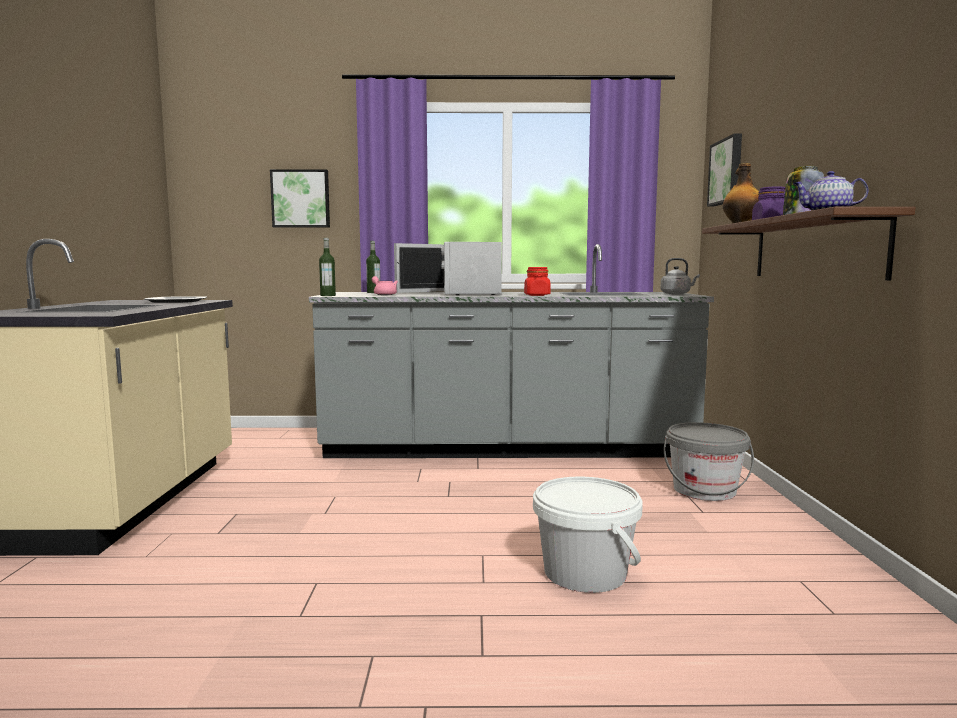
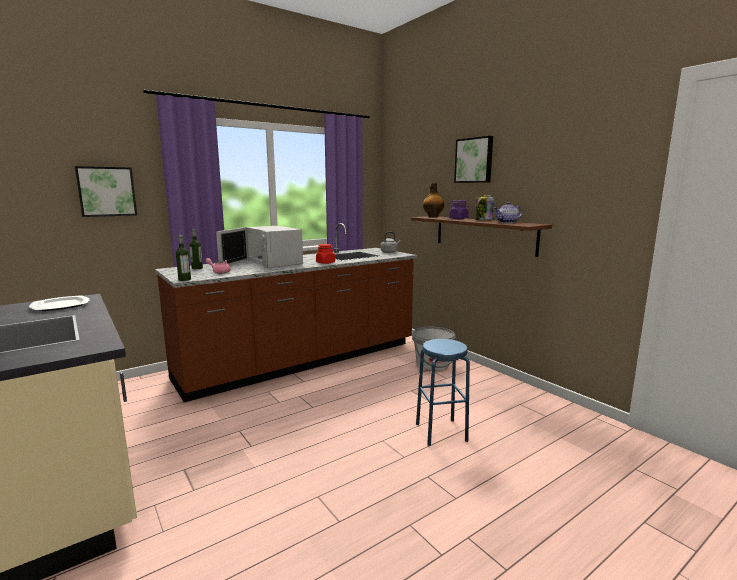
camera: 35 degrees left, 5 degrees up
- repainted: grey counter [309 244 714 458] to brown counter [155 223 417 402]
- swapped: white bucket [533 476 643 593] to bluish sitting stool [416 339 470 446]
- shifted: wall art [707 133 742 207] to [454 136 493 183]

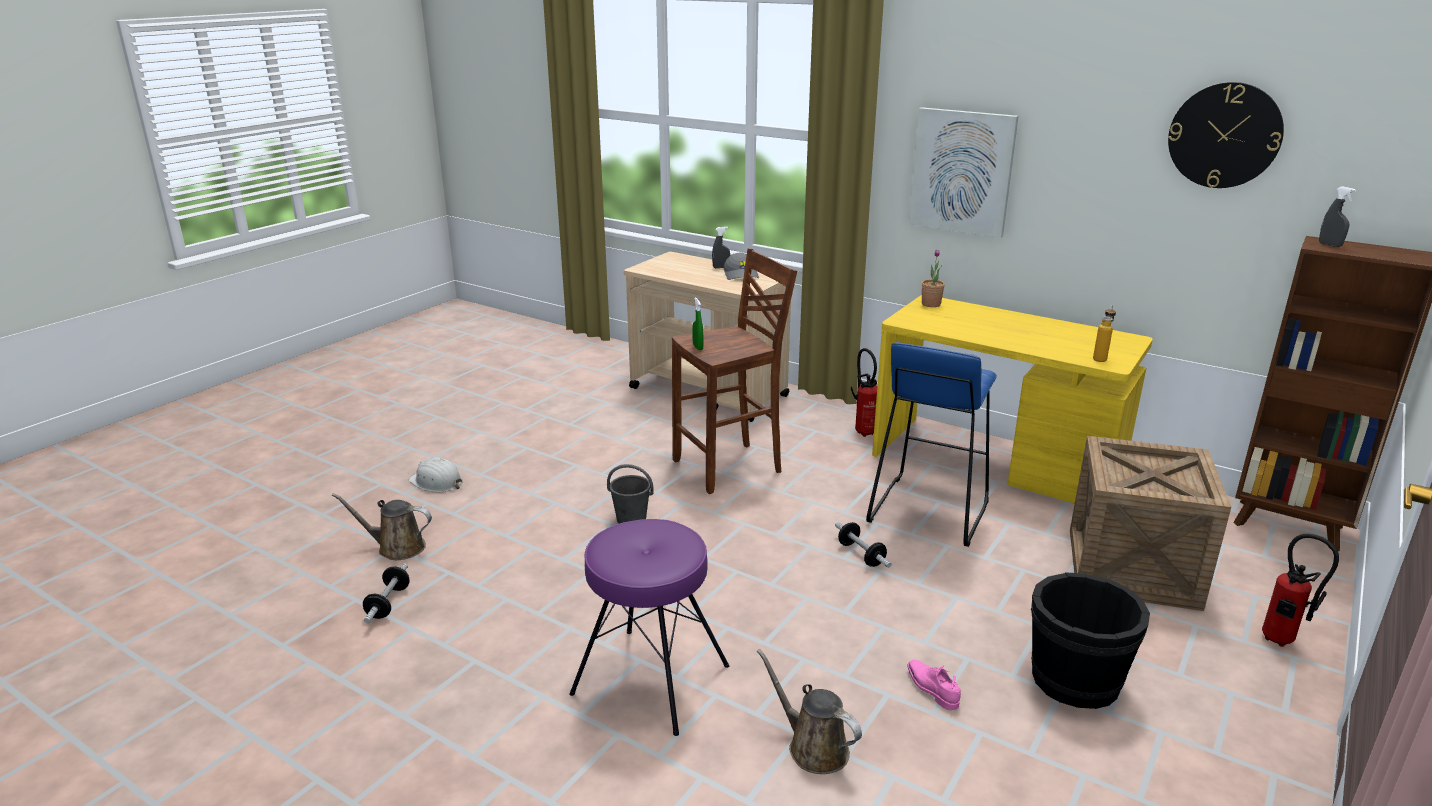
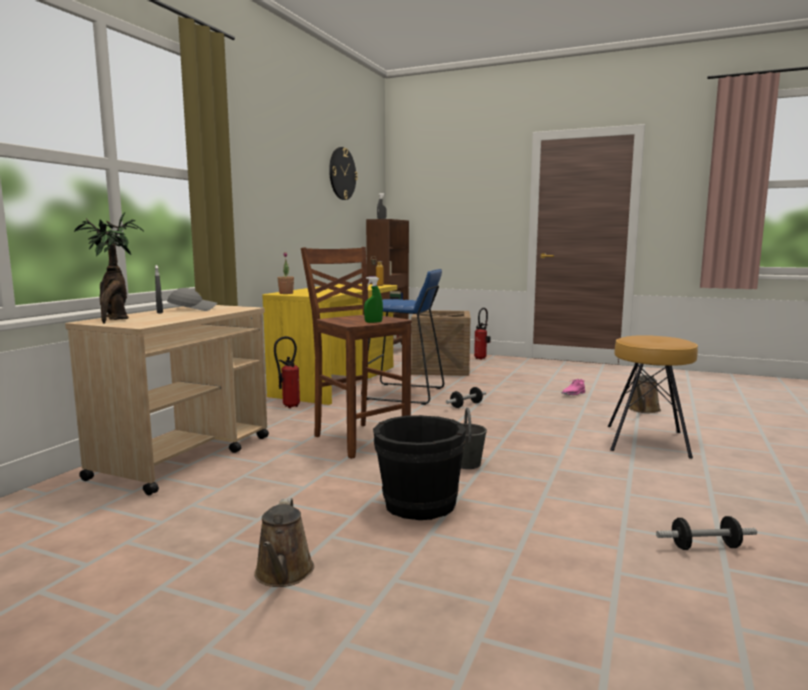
camera: 100 degrees left, 15 degrees down
- new: houseplant [74 212 144 324]
- shifted: brown sprinkling can [332 493 432 560] to [254 498 314 587]
- shifted: black bucket [1031 572 1150 709] to [373 415 466 520]
- repainted: purple sitting stool [569 519 729 736] to brown sitting stool [608 335 698 459]
- gone: white hard hat [408 457 463 493]
- gone: wall art [909 107 1019 238]

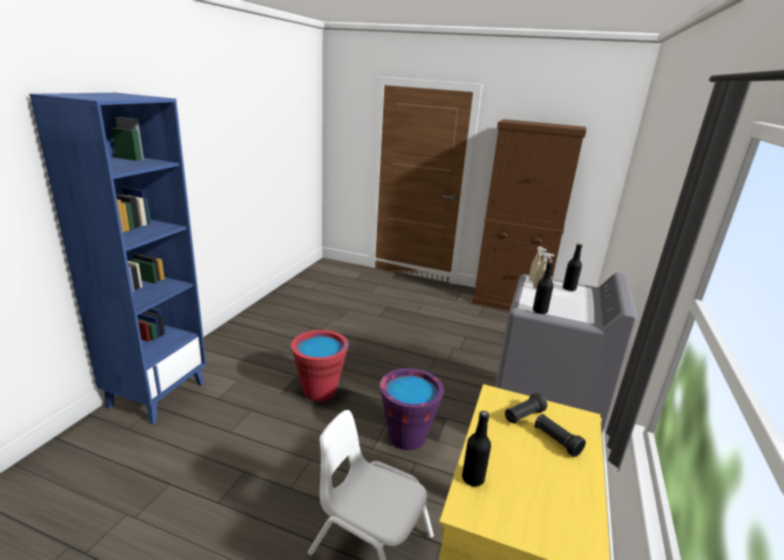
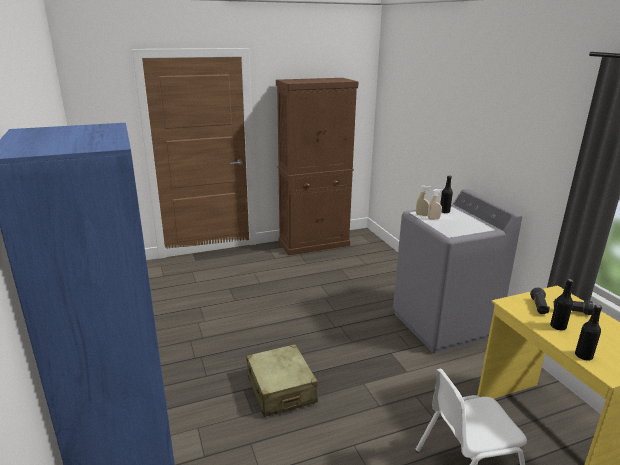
camera: 40 degrees left, 0 degrees up
- swapped: reddish bucket [291 330 349 401] to beige travel case [246 344 318 417]
- shifted: black beverage bottle [533 261 553 314] to [550 279 574 331]
- gone: purple bucket [380 368 444 450]

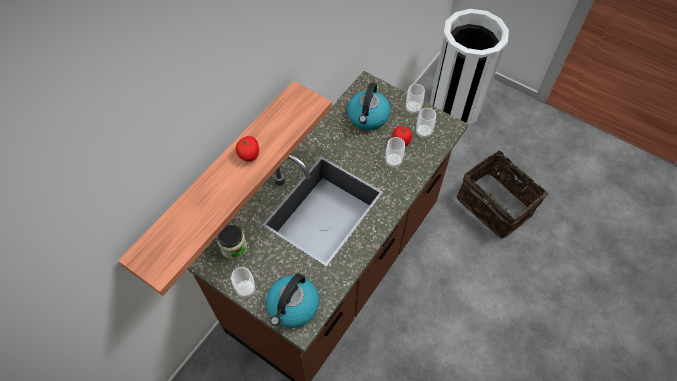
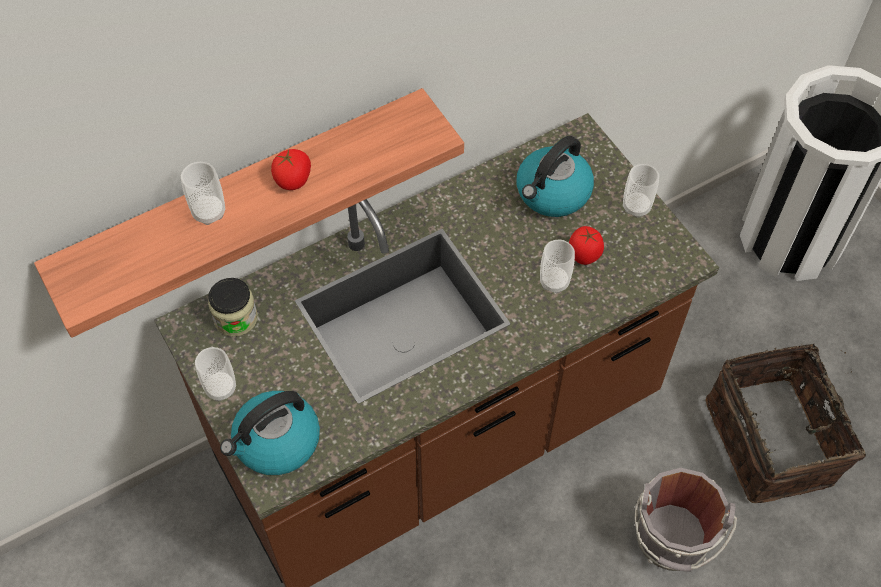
camera: 25 degrees right, 0 degrees up
- shifted: cup [416 108 436 138] to [181 162 225 225]
- new: grey bucket [634 468 737 571]

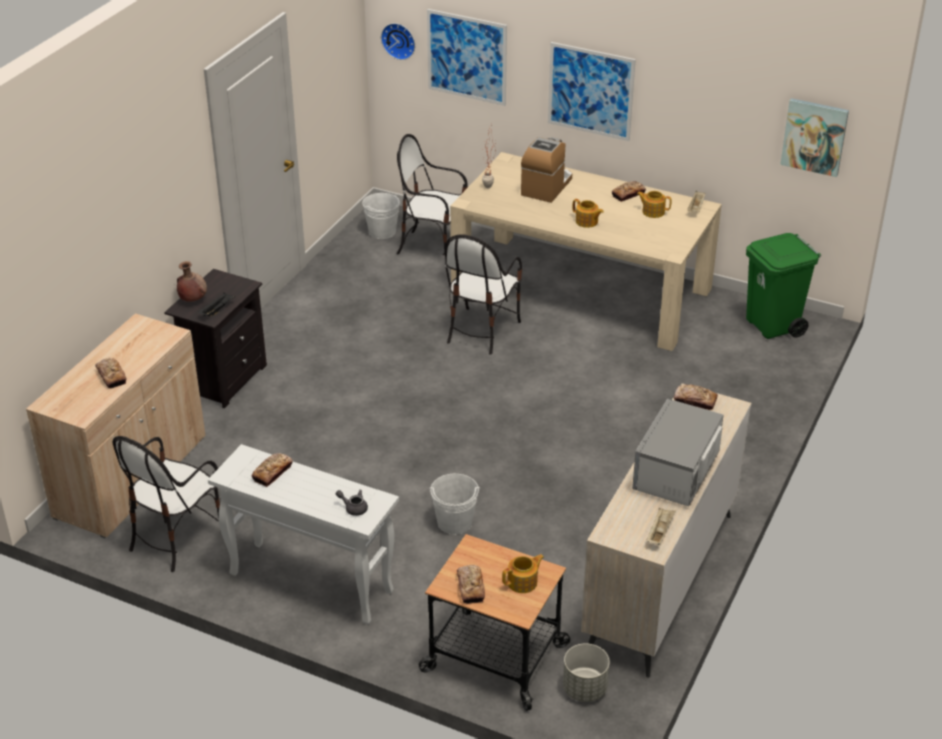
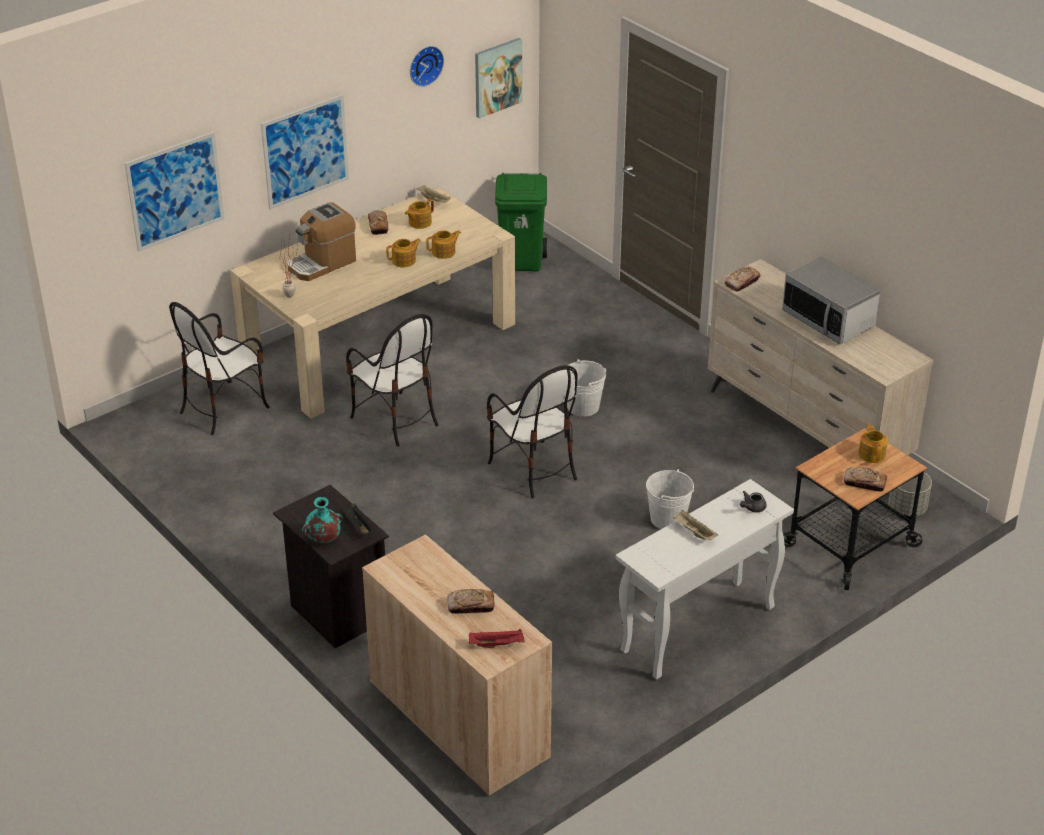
camera: 65 degrees left, 0 degrees up
- rotated: coffee maker [521 137 572 203] = [288 202 356 281] 90 degrees counterclockwise
- repainted: brown vase [177 261 207 302] to turquoise vase [302 497 343 543]
- shifted: hanging clock [381 23 415 60] to [410 46 444 87]
- new: pot for tea [426 230 461 259]
- new: reddish carrying tray [469 629 525 648]
- shifted: chair [113 436 220 572] to [487 365 578 499]
- shifted: white bucket [362 193 400 239] to [567 359 606 417]
- shifted: beige carrying tray [646 508 676 545] to [673 510 718 540]
- gone: baked bread [252 453 293 487]

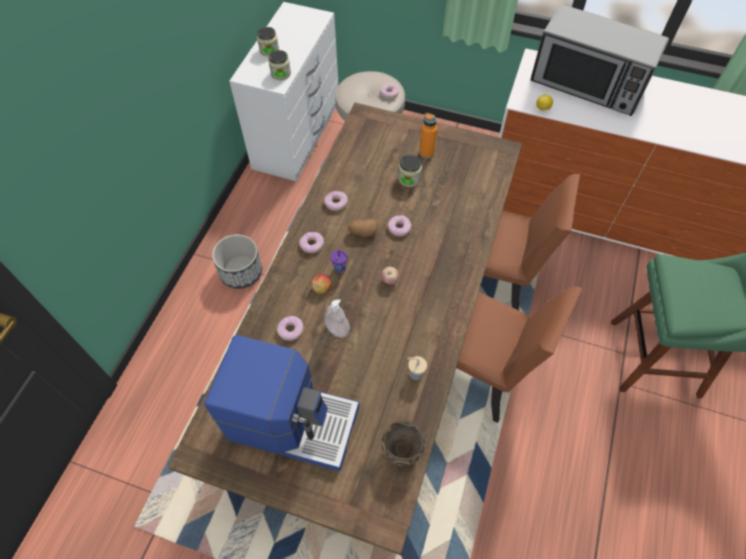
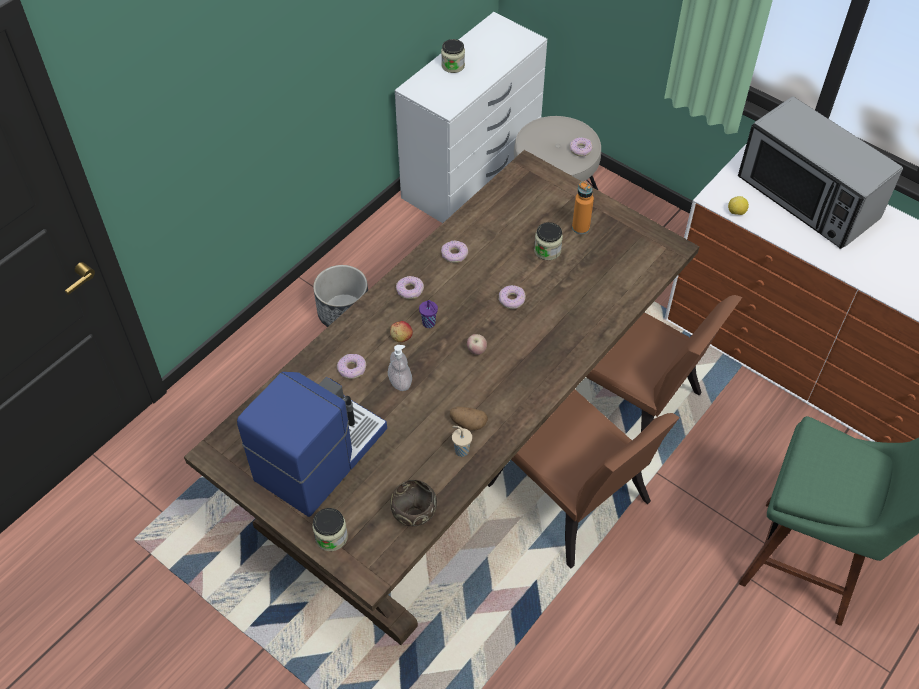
camera: 20 degrees right, 5 degrees down
- rotated: coffee maker [205 335 359 471] = [237 372 387 517] 90 degrees counterclockwise
- shifted: storage jar [268 50 291 80] to [312 508 348 551]
- shifted: potato [348 219 379 237] to [450 406 488 431]

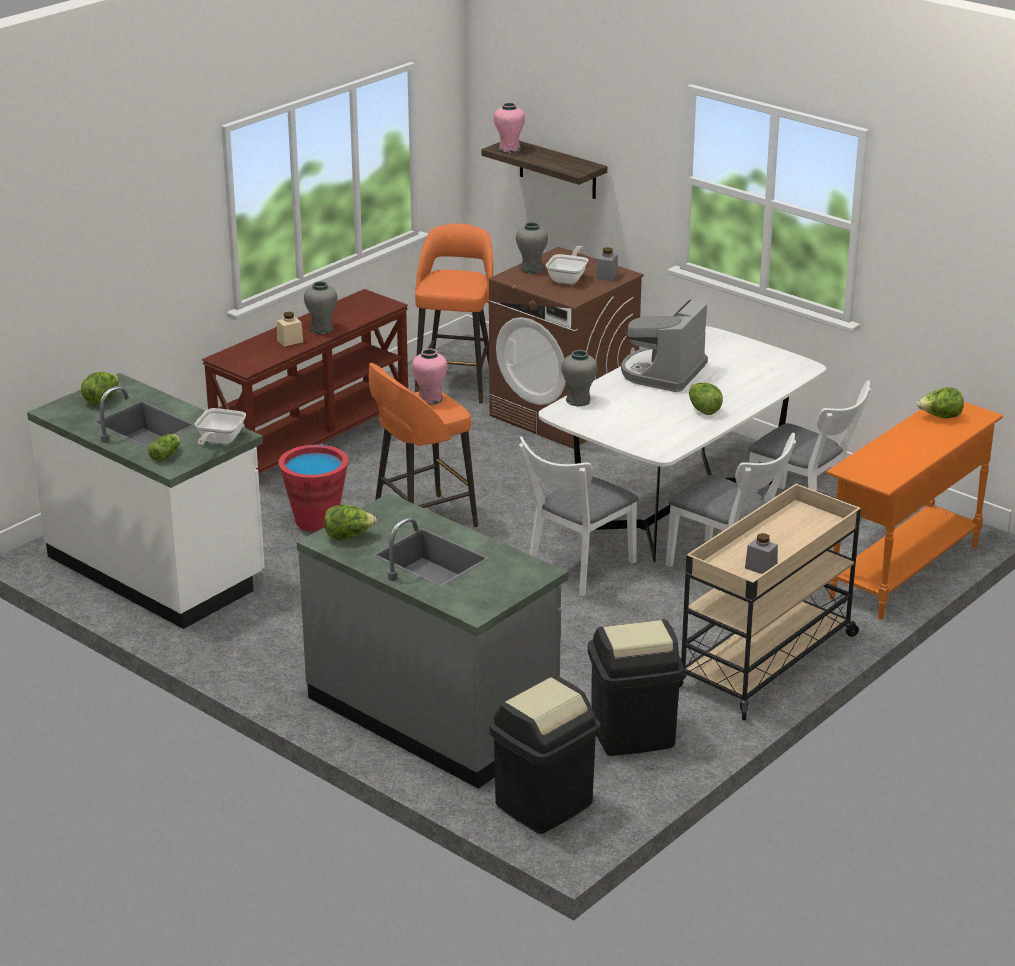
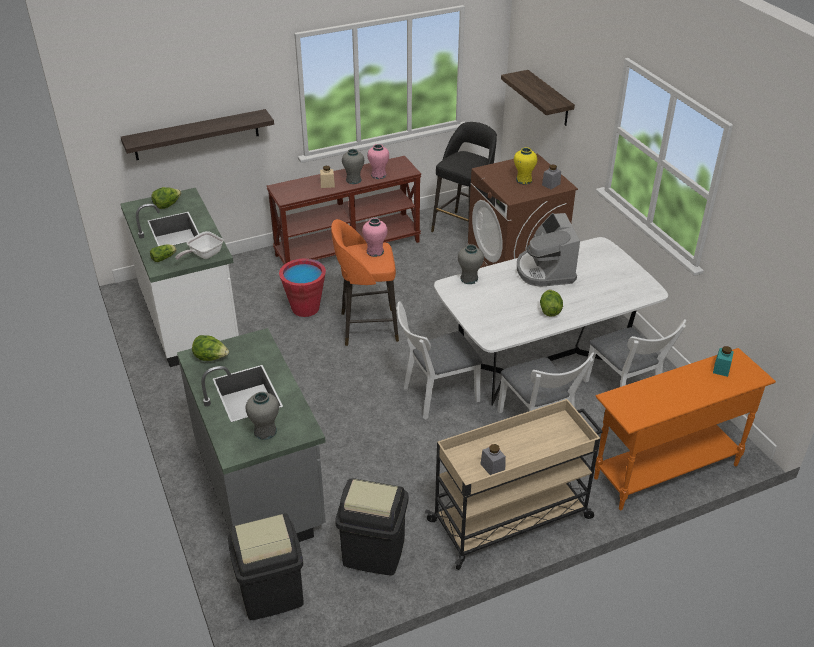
camera: 25 degrees right, 10 degrees up
- new: shelf [121 109 274 160]
- shifted: grey vase [516 222 548 274] to [246 392 279 440]
- shifted: pink-coloured vase [494 102 525 153] to [367 144 389 179]
- repainted: orangey sitting stool [415 224 493 404] to black sitting stool [431 122 497 232]
- swapped: frying pan [545 246 588 284] to yellowish vase [514 147 537 185]
- rotated: coffee maker [621 299 708 392] = [517 213 580 287] 60 degrees counterclockwise
- swapped: lettuce head [917 387 964 418] to turquoise storage jar [713 346 734 377]

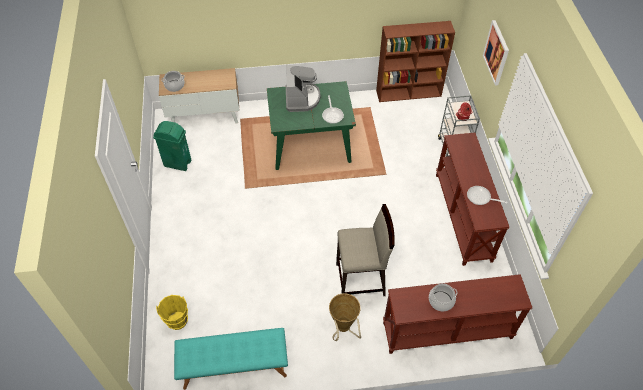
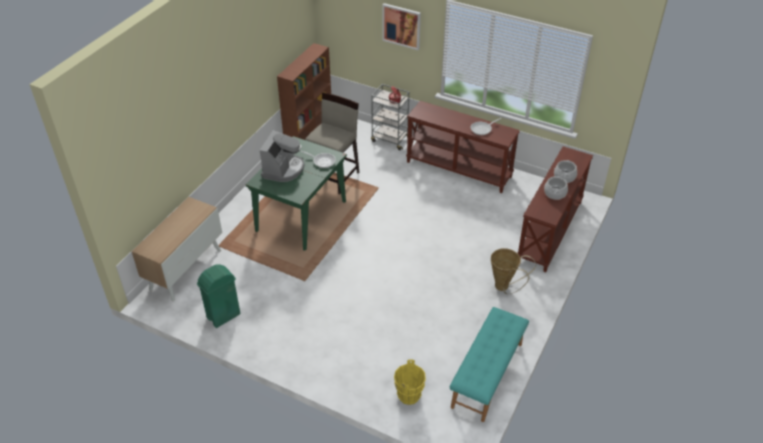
camera: 55 degrees left, 10 degrees down
- rotated: coffee maker [286 64 321 112] = [260 130 304 182] 75 degrees clockwise
- shifted: beige sitting stool [336 204 395 296] to [305 92 359 194]
- shifted: saucepot [161 71 185 92] to [554 160 577 183]

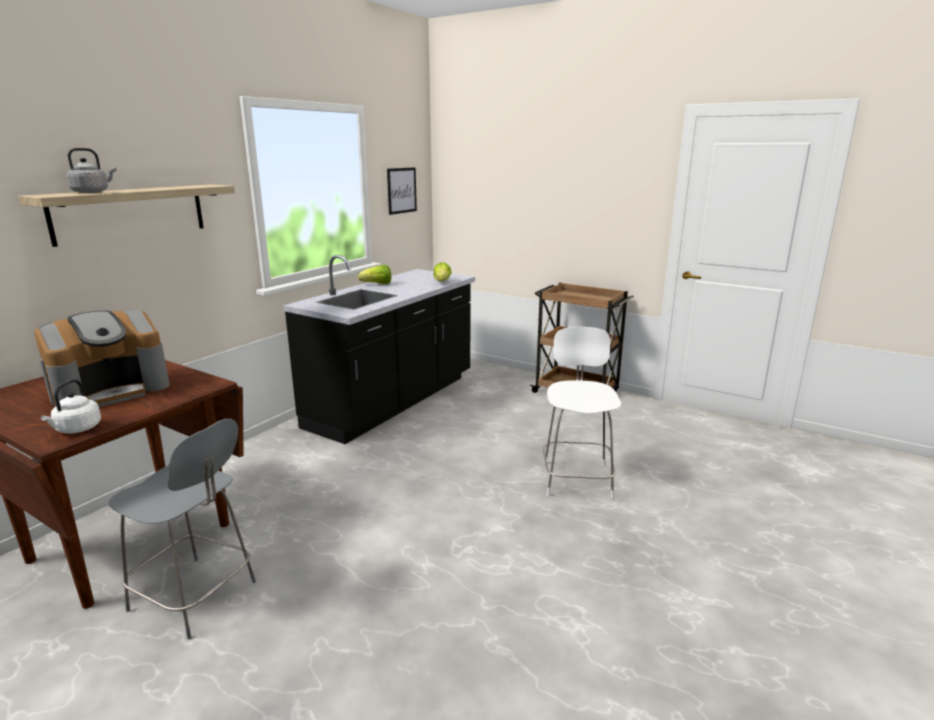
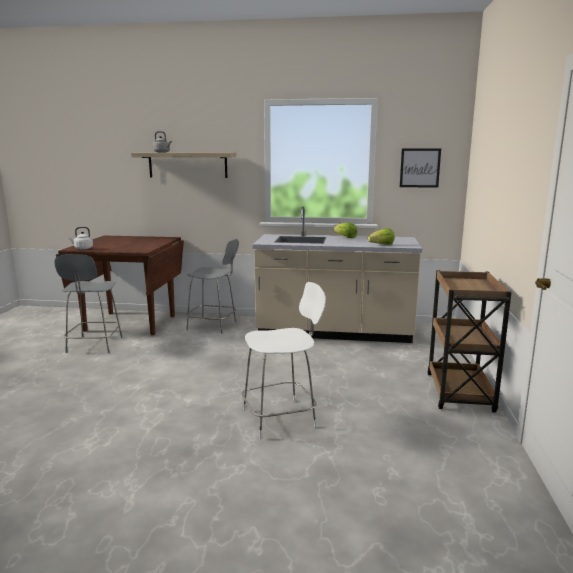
camera: 65 degrees right, 5 degrees down
- new: grey chair [186 239 239 334]
- repainted: black counter [283 255 475 444] to beige counter [253 207 422 343]
- gone: coffee maker [34 310 170 407]

